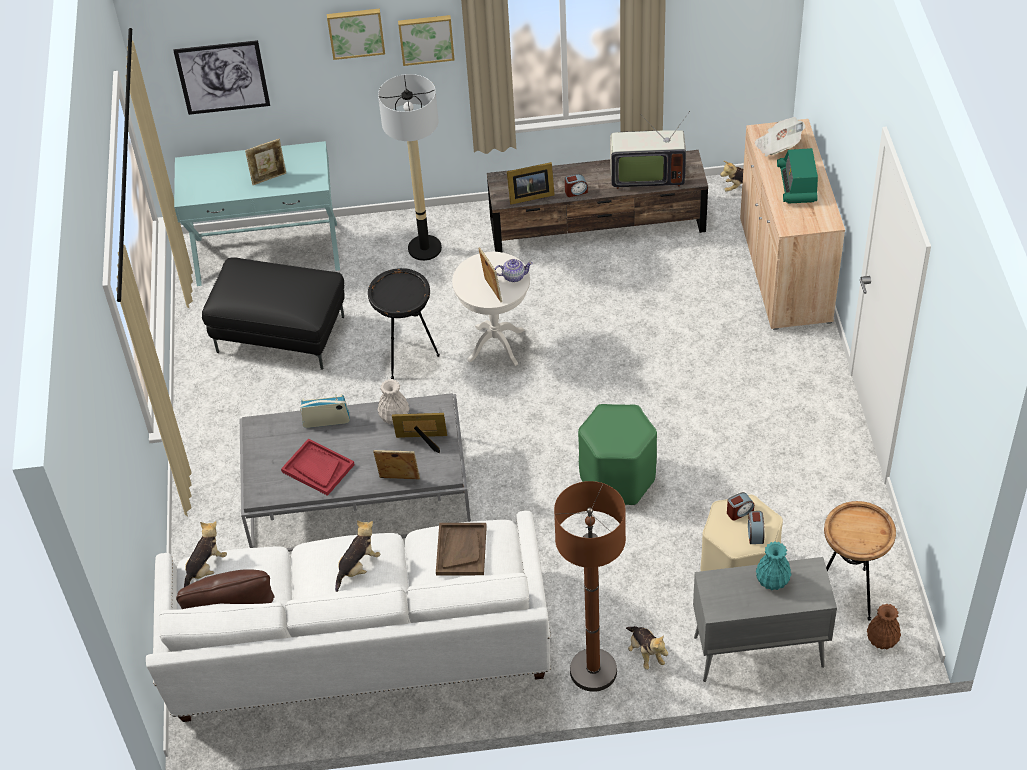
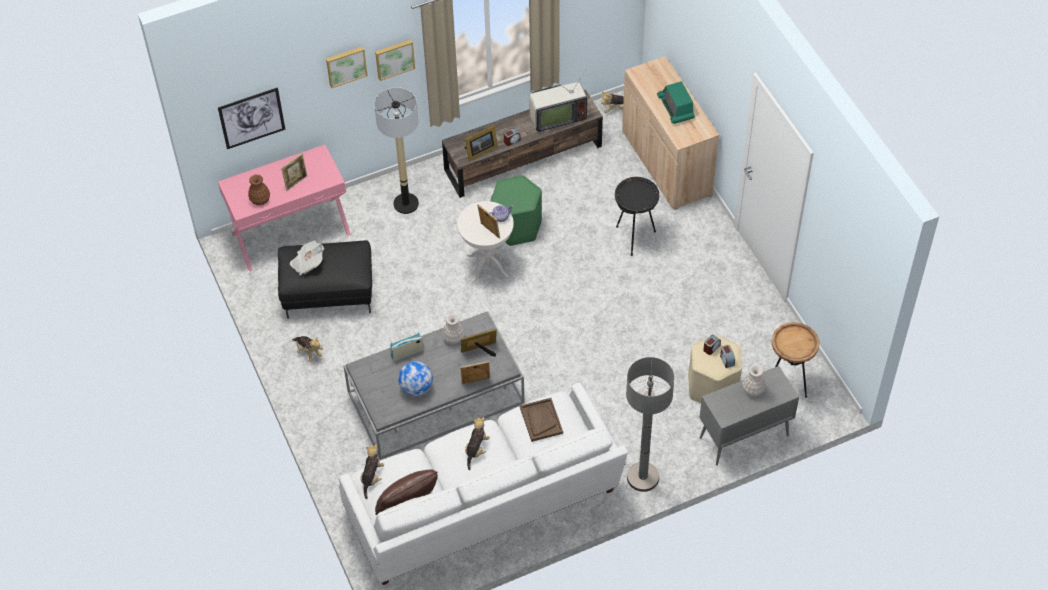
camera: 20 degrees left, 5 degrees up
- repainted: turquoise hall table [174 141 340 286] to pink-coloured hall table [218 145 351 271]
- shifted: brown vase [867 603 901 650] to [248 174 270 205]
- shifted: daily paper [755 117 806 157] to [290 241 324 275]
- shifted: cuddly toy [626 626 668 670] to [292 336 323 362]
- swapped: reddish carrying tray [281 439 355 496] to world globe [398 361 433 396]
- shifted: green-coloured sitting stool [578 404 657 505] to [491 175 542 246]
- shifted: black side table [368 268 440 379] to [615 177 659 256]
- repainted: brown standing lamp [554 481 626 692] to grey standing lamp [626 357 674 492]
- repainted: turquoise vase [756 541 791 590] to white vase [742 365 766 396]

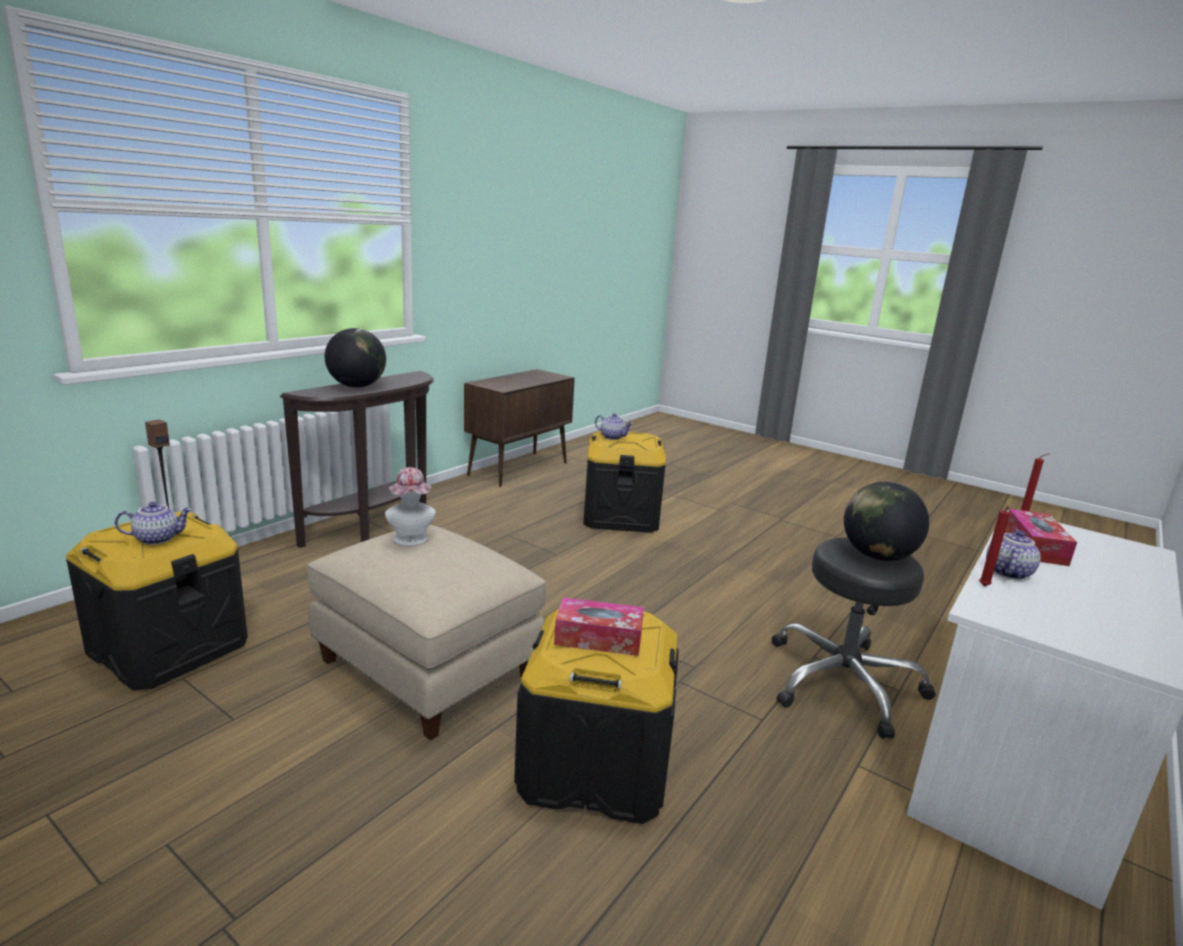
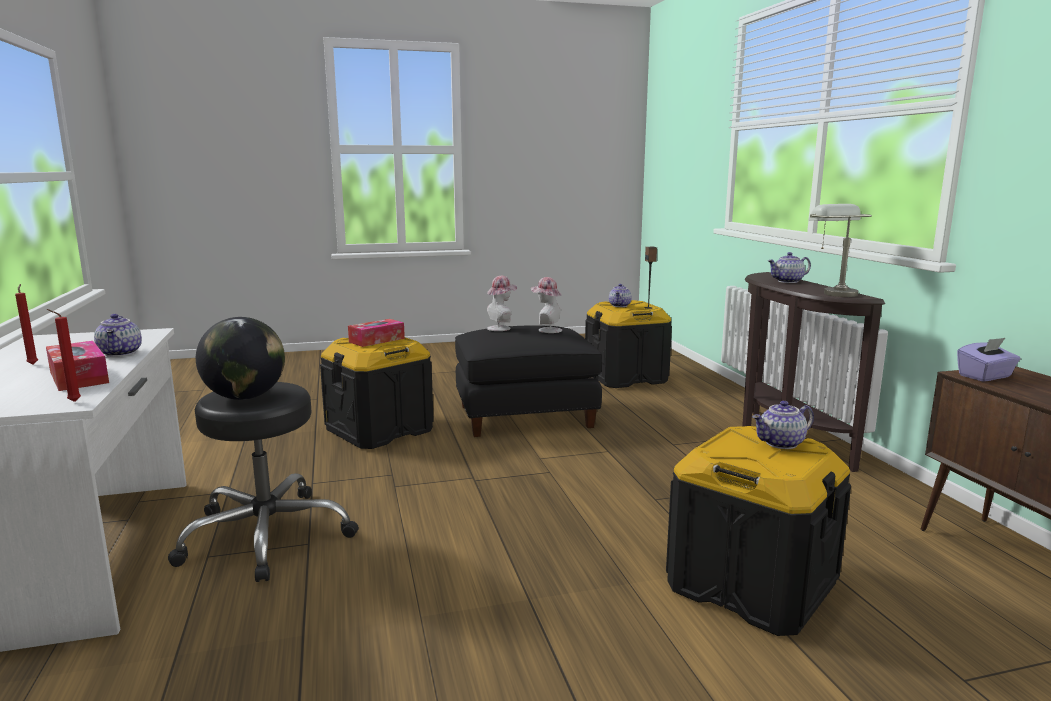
camera: 130 degrees right, 5 degrees down
- shifted: reddish wax light [979 506 1010 586] to [15 284 38 365]
- repainted: beige ottoman [307 525 546 740] to black ottoman [455 325 602 437]
- new: wearable hat [487 276 517 331]
- swapped: world globe [325 328 386 388] to pot for tea [768 252 811 283]
- new: grey tabletop lamp [808 204 872 297]
- new: purple tissue holder [957 338 1020 382]

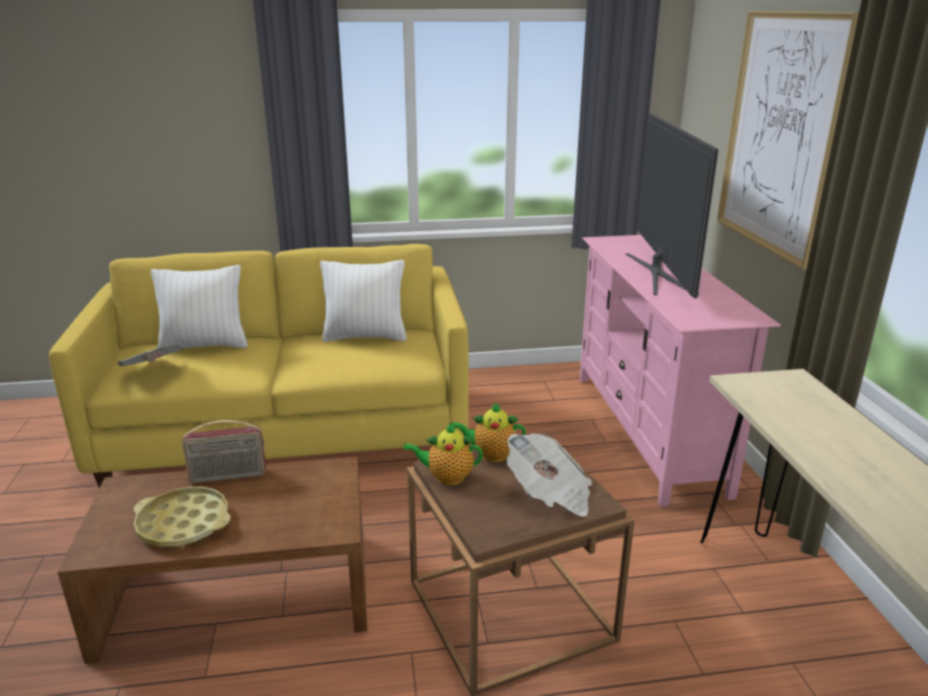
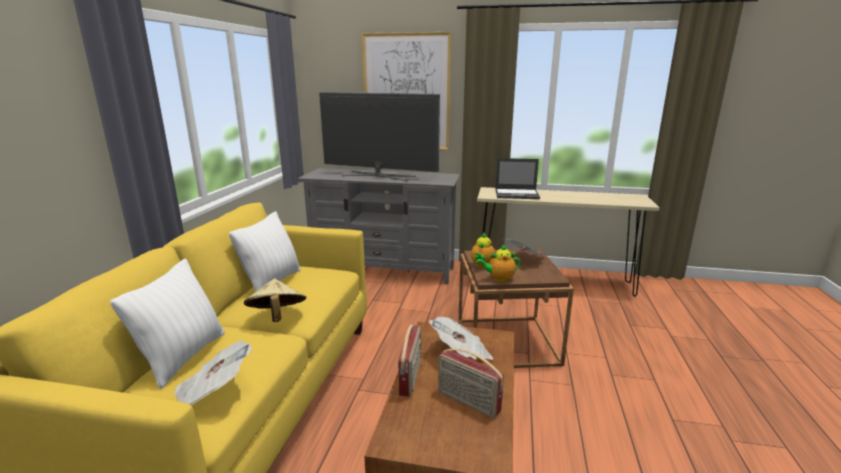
camera: 70 degrees left, 5 degrees down
- new: beige wearable hat [244 278 306 322]
- repainted: pink-coloured tv unit [580 235 781 506] to grey tv unit [298 168 460 284]
- new: daily paper [429 317 494 360]
- swapped: yellowish carrying tray [133 487 231 547] to radio set [438 348 504 418]
- rotated: pot for tea [403 423 483 485] = [476 244 521 282] 60 degrees clockwise
- new: notebook computer [496 158 540 199]

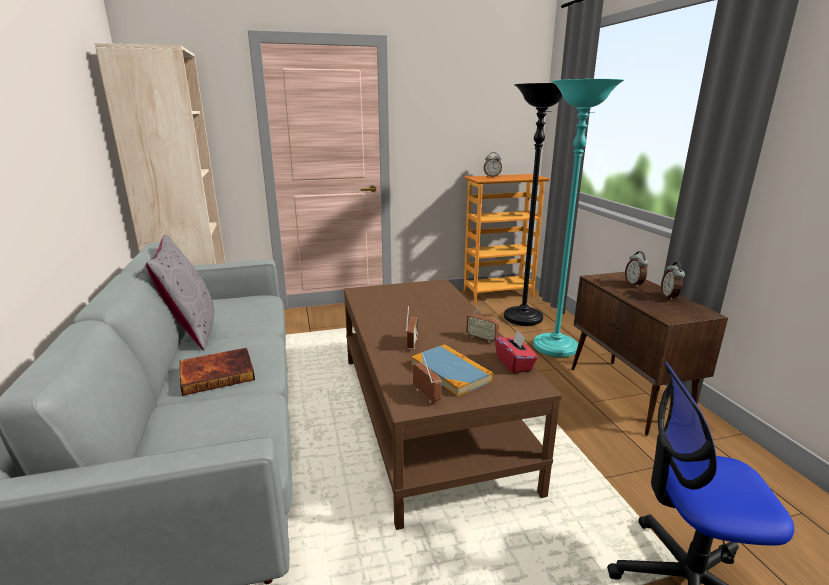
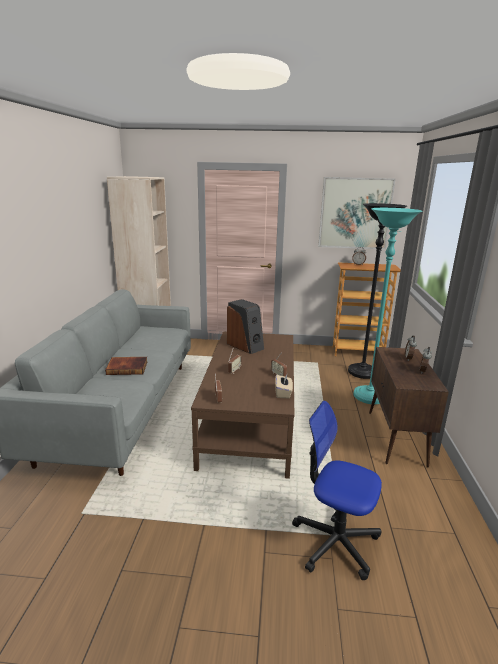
camera: 20 degrees right, 0 degrees up
- new: audio speaker [227 299 264 354]
- repainted: reddish tissue holder [495 330 538 373] to beige tissue holder [275 375 293 398]
- new: wall art [318 177 396 249]
- gone: grey cushion [146 235 214 350]
- gone: bound book [411 344 494 397]

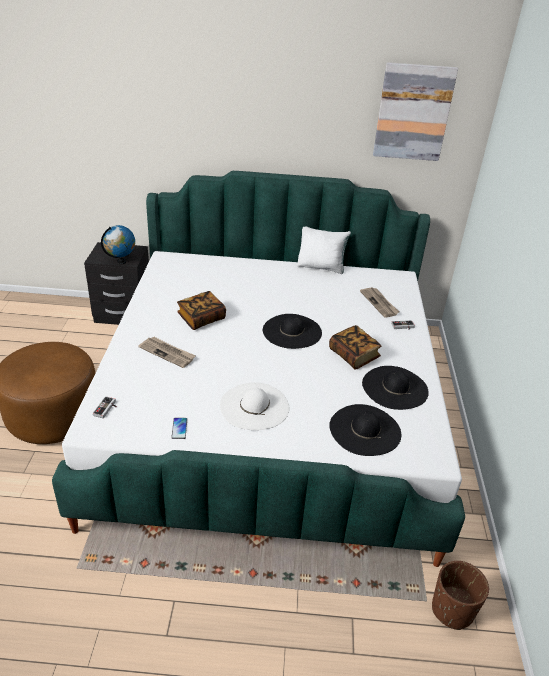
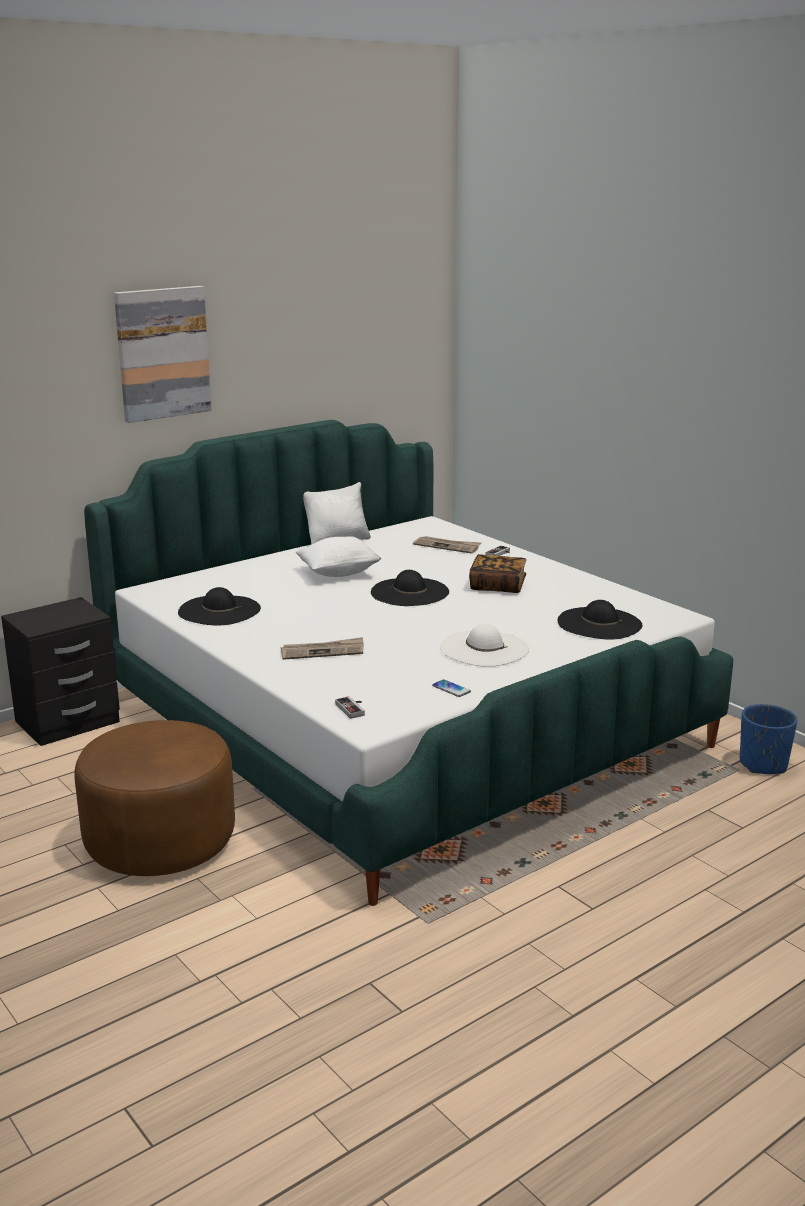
camera: 40 degrees left, 15 degrees down
- shifted: wall art [373 62 458 161] to [114 286 212 423]
- shifted: black wearable hat [362 366 429 410] to [178 587 261 625]
- new: white cushion [296 536 381 577]
- repainted: brown flower pot [432 561 489 630] to bluish flower pot [740 704 797 774]
- gone: world globe [101 225 135 264]
- gone: bound book [177 291 226 330]

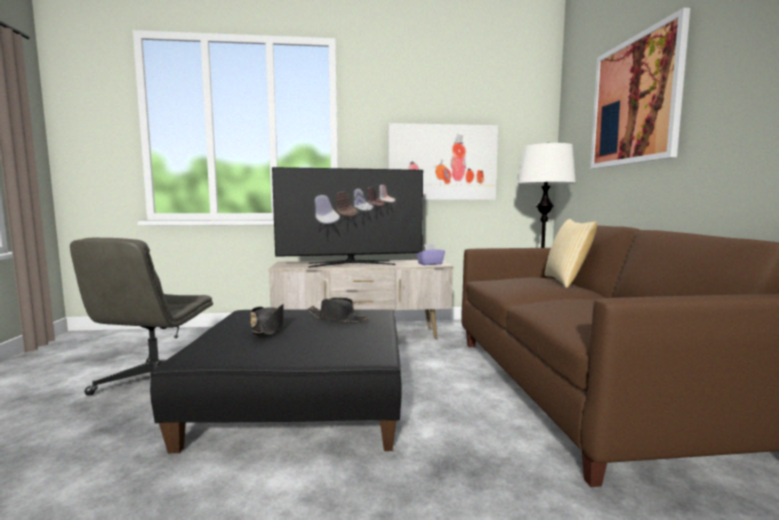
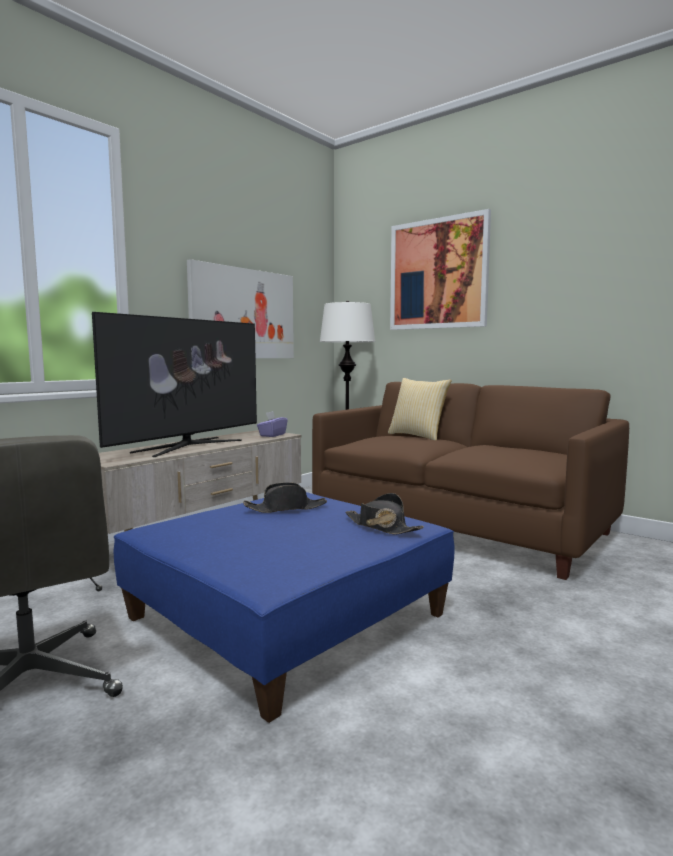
camera: 45 degrees left, 0 degrees up
- repainted: black ottoman [150 309 401 453] to bluish ottoman [113 492 455 723]
- shifted: black wearable hat [251 304 284 335] to [346 493 424 535]

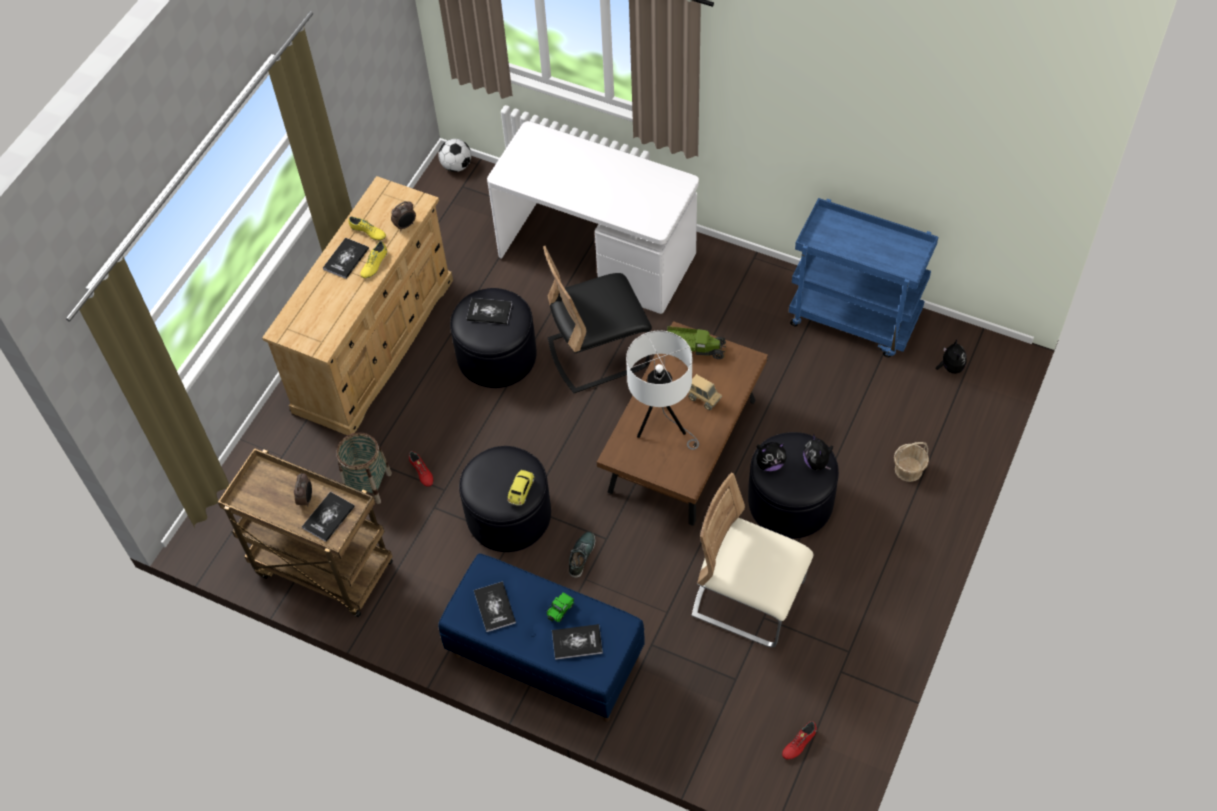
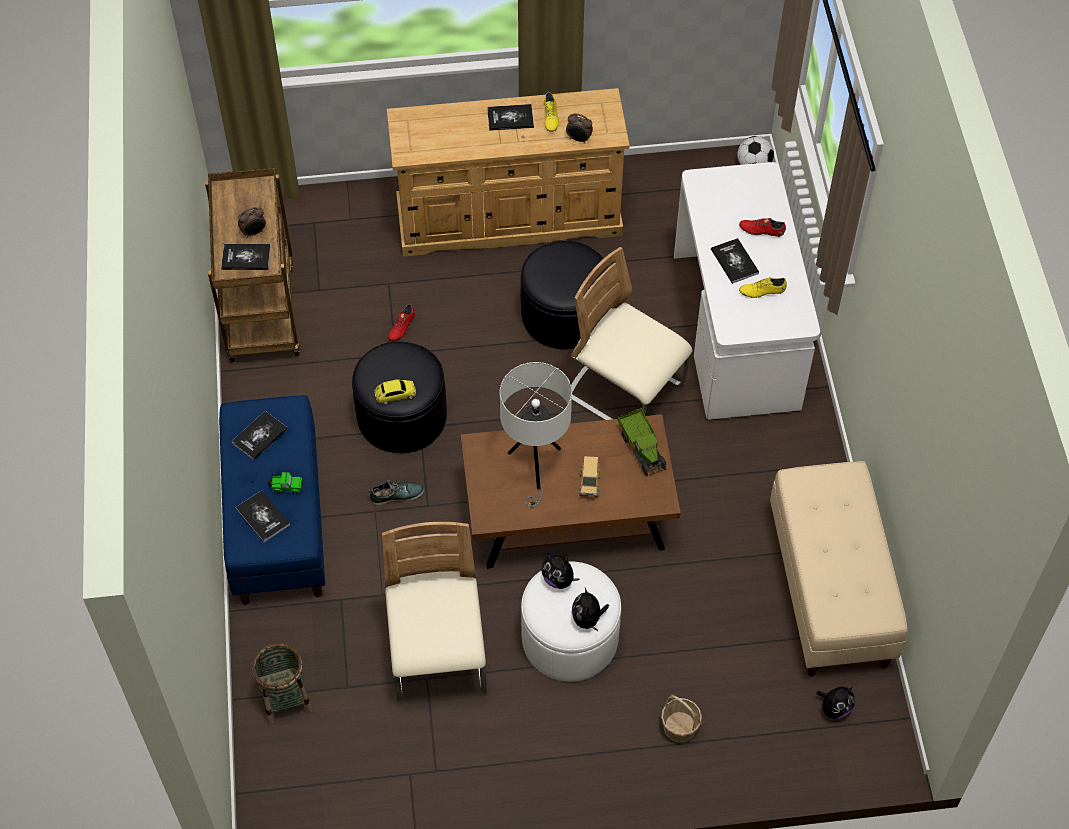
camera: 55 degrees right, 0 degrees up
- shifted: storage basket [336 432 392 504] to [252 643 312 724]
- repainted: black ottoman [748 432 839 539] to white ottoman [521 562 621 682]
- repainted: black chair [543 246 652 394] to beige chair [571 247 692 420]
- rotated: cuddly toy [803 434 833 470] = [572 588 609 631] 45 degrees counterclockwise
- shifted: bound book [466 298 512 325] to [711 238 759 284]
- shifted: reddish item of footwear [782 721 817 760] to [739 218 786 237]
- shifted: yellowish item of footwear [360 241 387 278] to [739 277 787 298]
- swapped: bluish cart [789 198 938 358] to beige long seat [770 461 908 677]

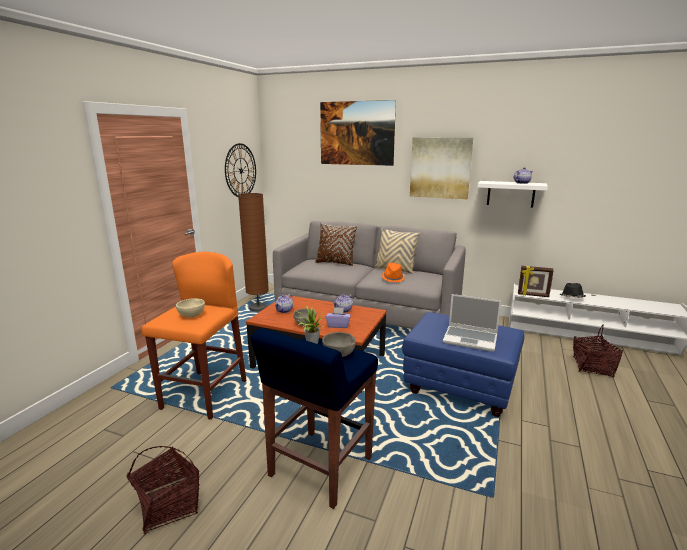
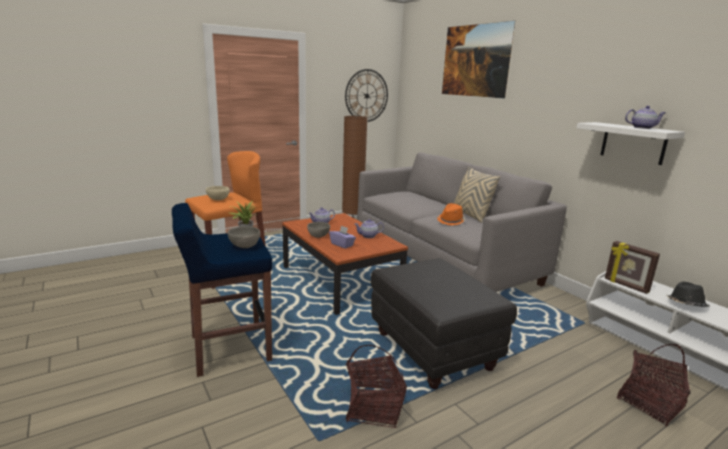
camera: 35 degrees right, 0 degrees up
- shifted: storage basket [126 446 199 534] to [346 345 407 428]
- repainted: bluish ottoman [402 312 525 417] to black ottoman [371 258 517 389]
- gone: brown cushion [315 223 357 266]
- gone: wall art [410 138 473 199]
- gone: notebook computer [443 294 501 352]

